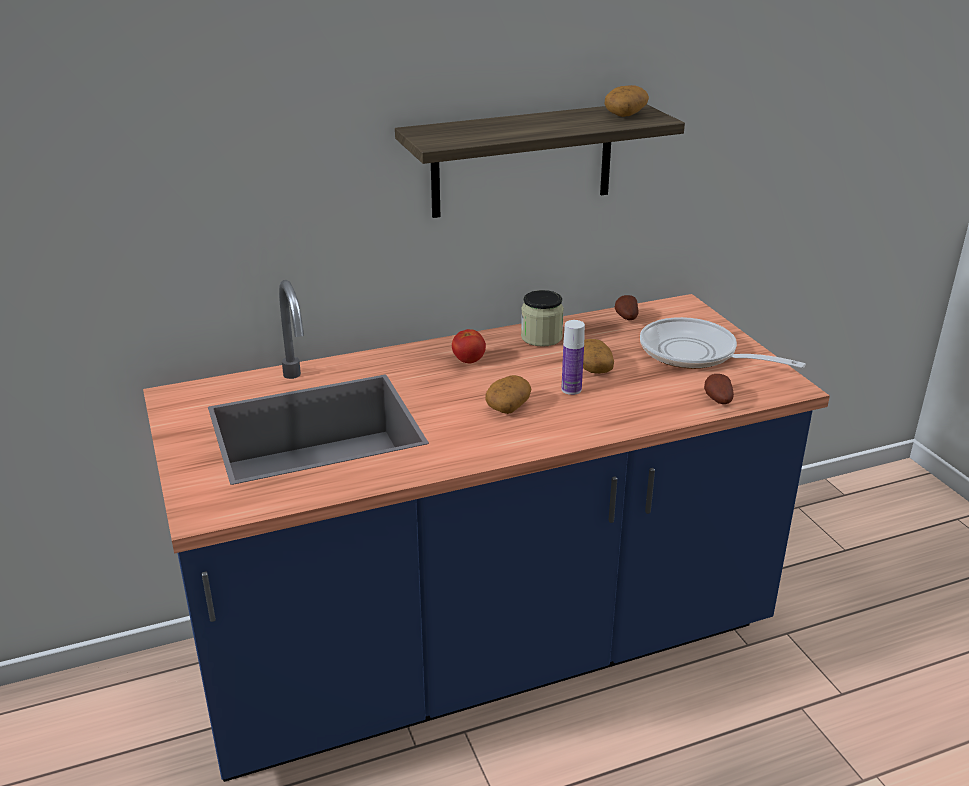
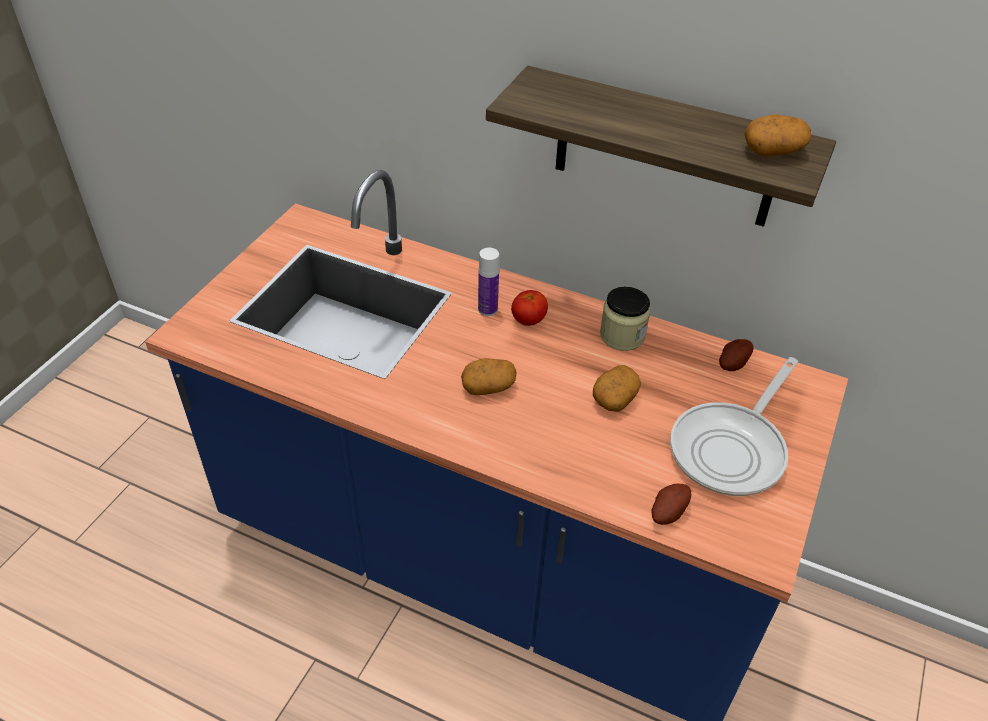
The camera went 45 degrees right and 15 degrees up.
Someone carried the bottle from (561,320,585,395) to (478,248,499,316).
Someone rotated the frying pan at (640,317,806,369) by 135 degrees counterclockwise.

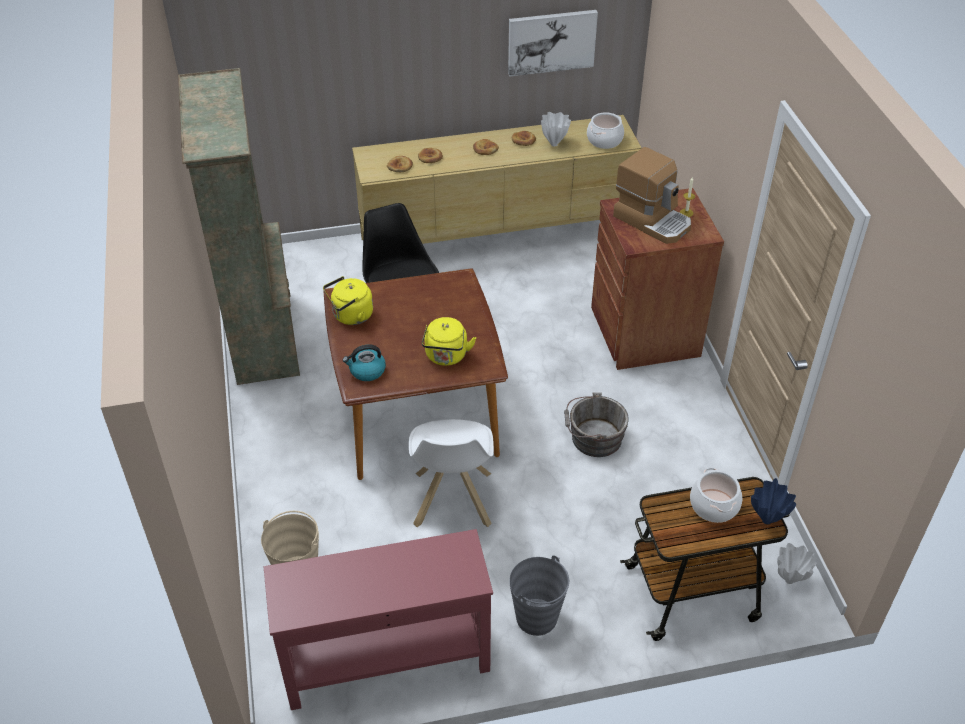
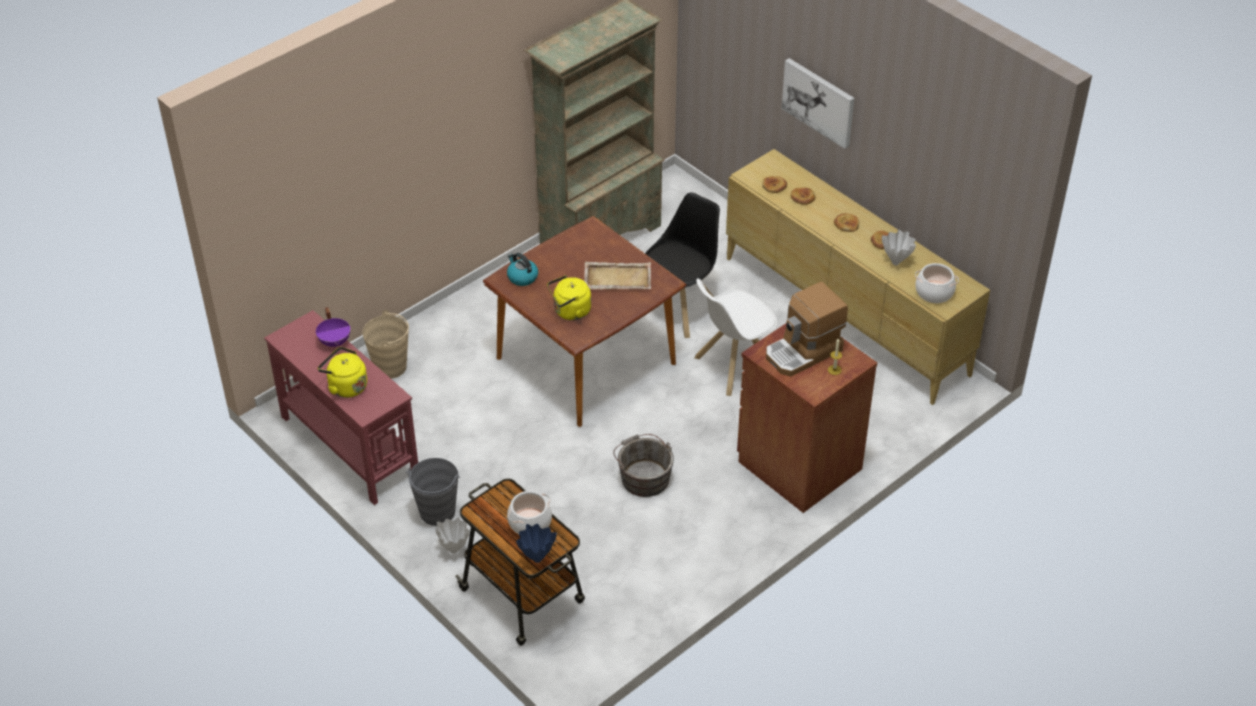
The camera went 60 degrees right and 0 degrees up.
Someone put down the cooking pot in purple at (316,307,351,348).
Someone carried the kettle in yellow from (323,276,373,325) to (318,347,367,398).
Someone carried the vase in white from (777,543,816,584) to (435,517,470,554).
Someone put down the tray in beige at (584,262,651,289).
Someone carried the chair in white from (409,419,494,527) to (694,278,777,396).
Someone rotated the coffee machine at (613,147,691,244) by 45 degrees clockwise.
Someone carried the picture from (508,10,598,77) to (782,58,855,149).

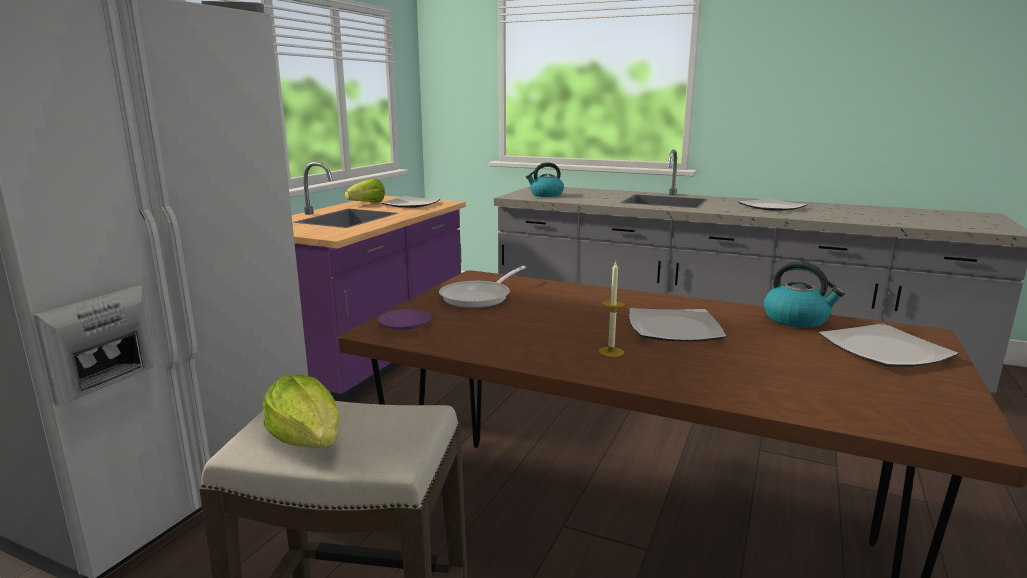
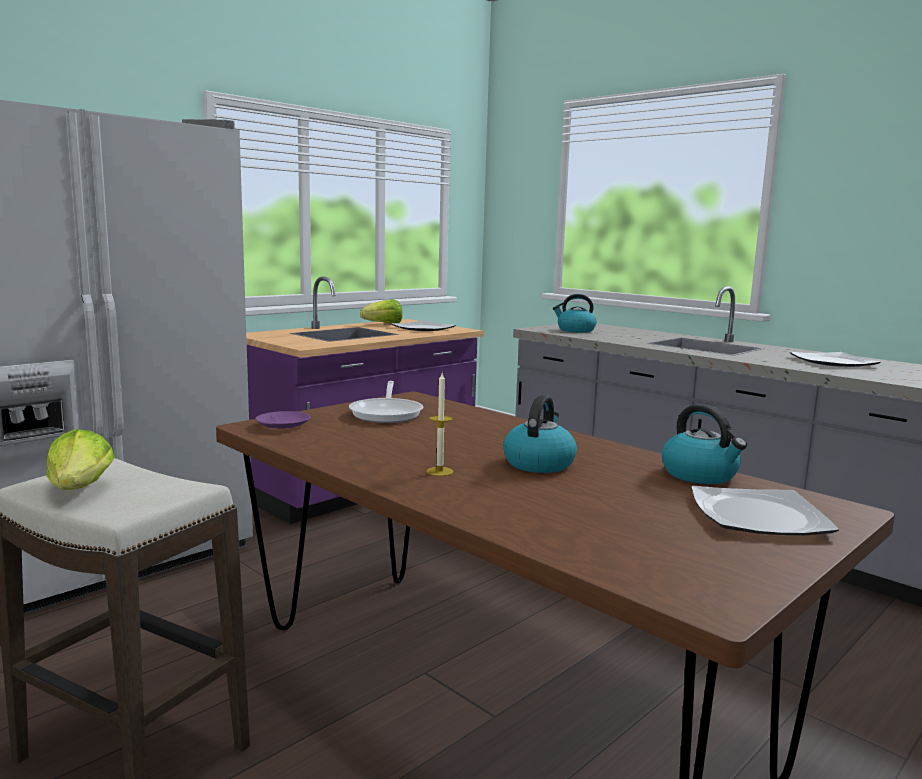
The camera went 20 degrees right and 5 degrees down.
Someone rotated the frying pan at (439,266,526,308) by 60 degrees counterclockwise.
Someone swapped the plate at (629,308,726,342) for the kettle at (503,395,577,473).

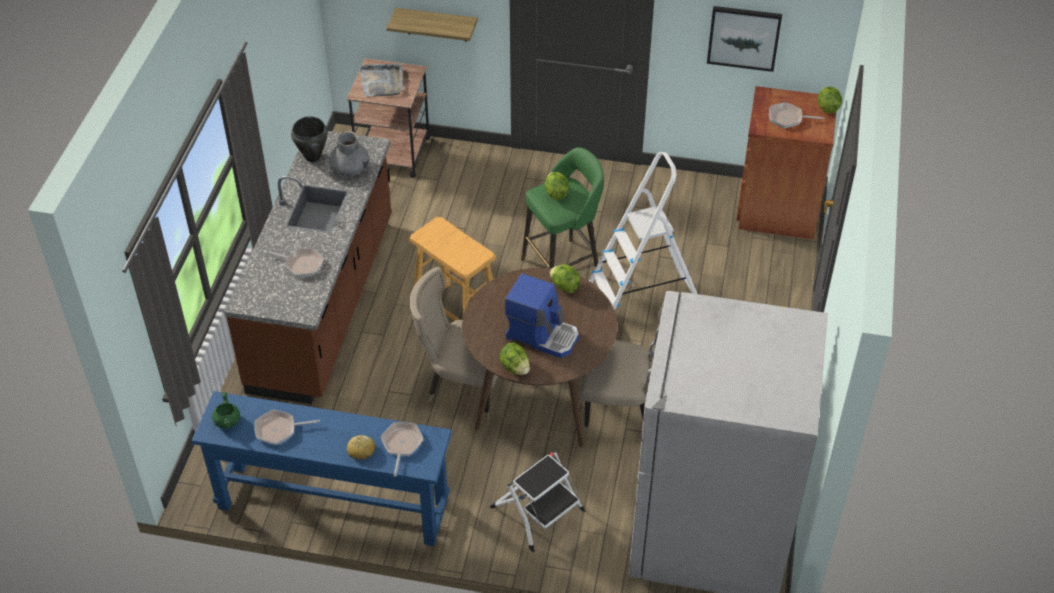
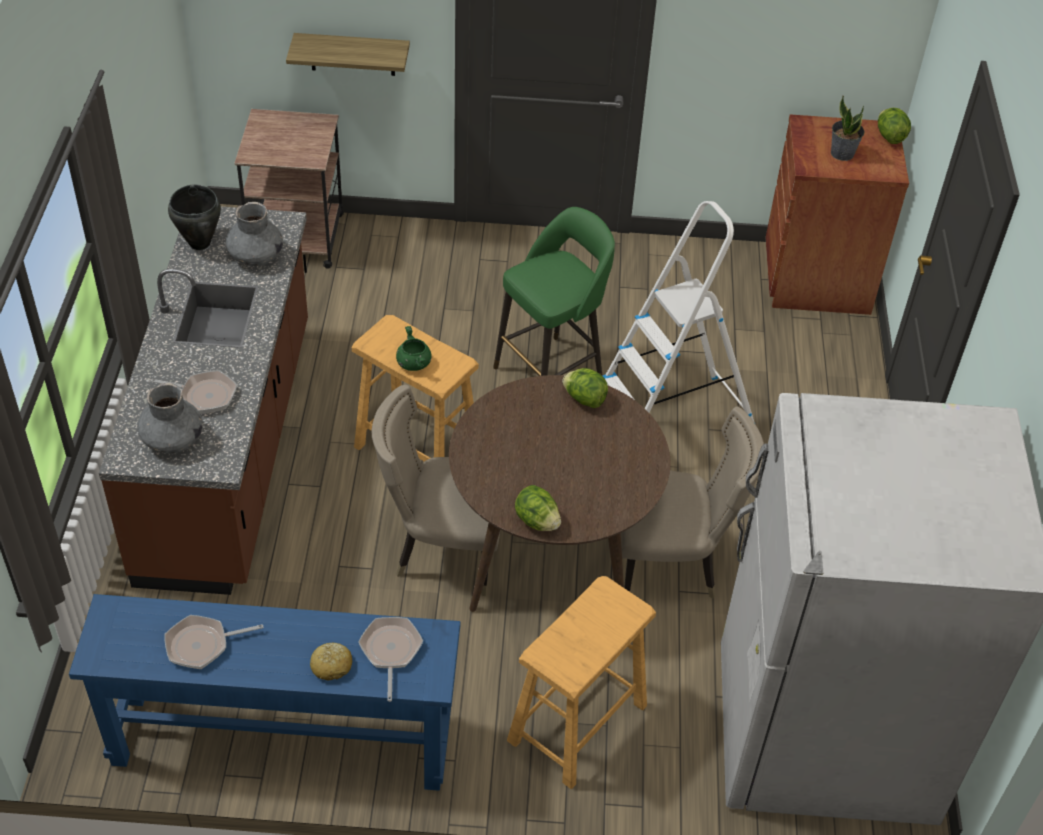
The camera went 10 degrees left and 0 degrees up.
Someone put down the vase in grey at (137,383,203,453).
Someone carried the cooking pot in green from (212,392,240,428) to (396,326,432,371).
Someone swapped the step ladder at (489,450,585,552) for the stool in beige at (507,576,656,789).
Someone swapped the frying pan at (769,102,824,128) for the potted plant at (831,95,865,161).
Someone took away the tray in grey at (360,64,403,97).
Someone took away the coffee machine at (505,273,579,358).
Someone took away the lettuce at (545,172,569,200).
Someone took away the picture at (707,6,782,72).

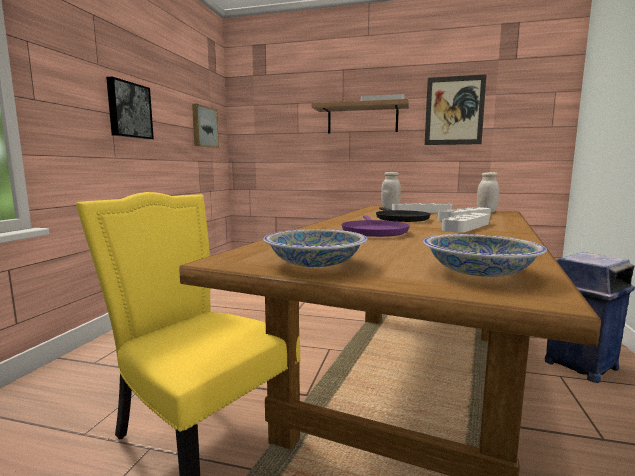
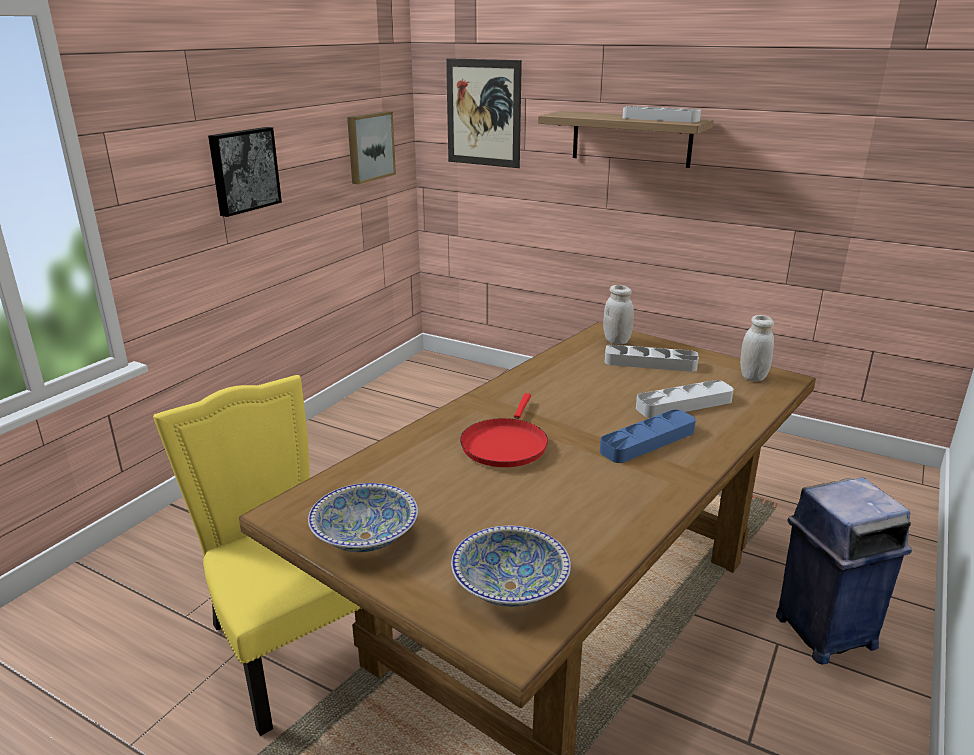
The camera went 15 degrees right and 15 degrees up.
Someone carried the picture from (425,74,487,145) to (446,58,522,168).
Someone repainted the frying pan in purple at (341,215,410,237), which became the frying pan in red at (460,393,548,467).
Someone repainted the tray in grey at (442,213,489,233), which became the tray in blue at (600,410,696,463).
Someone took away the frying pan in black at (376,207,431,222).

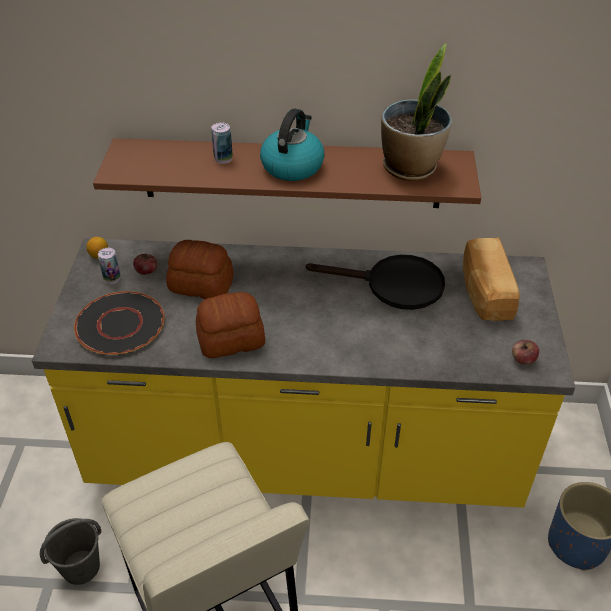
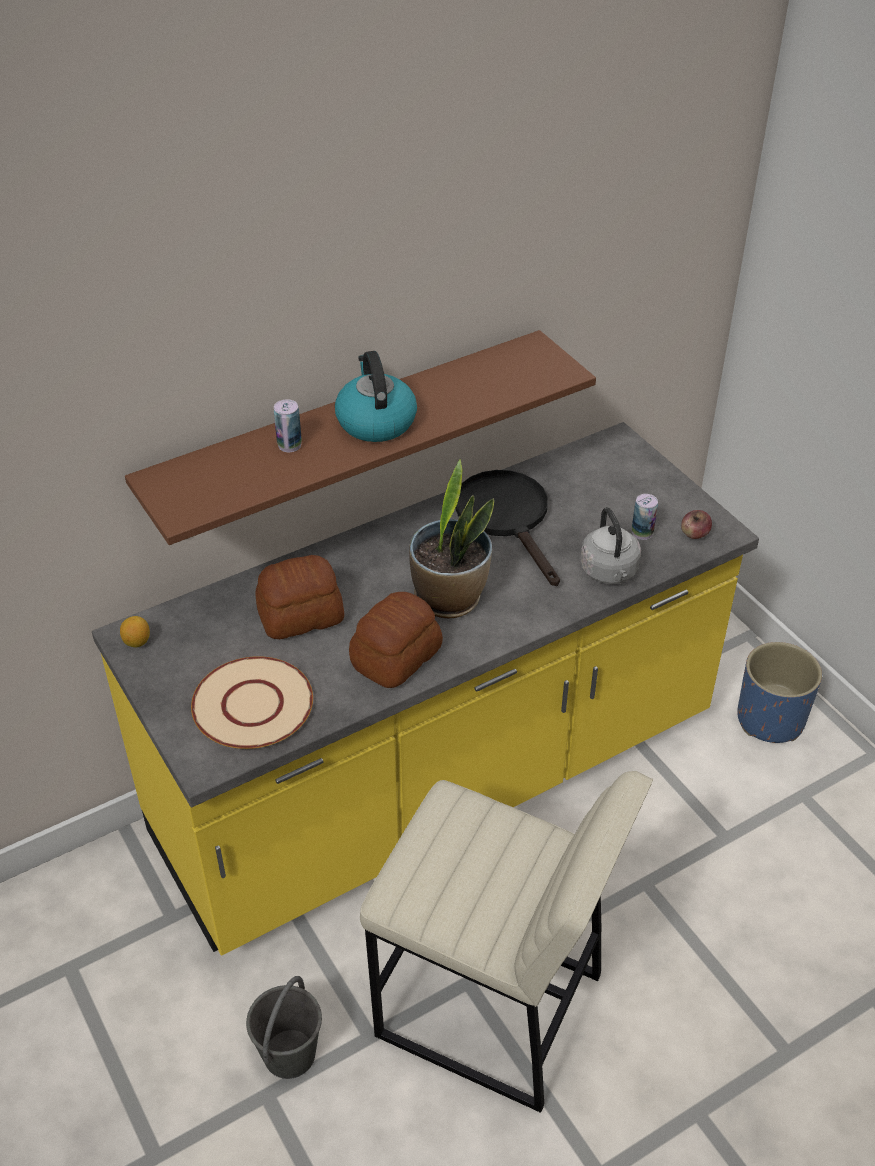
The camera went 35 degrees left and 0 degrees up.
Someone repainted the plate in black at (74,291,164,355), which became the plate in beige at (191,656,313,749).
Someone carried the potted plant from (381,43,452,181) to (409,460,494,618).
Someone rotated the frying pan in black at (306,255,445,310) by 90 degrees counterclockwise.
Someone put down the kettle in grey at (580,507,641,584).
Someone carried the can from (98,248,121,284) to (632,494,658,540).
Someone took away the apple at (133,253,157,275).
Someone took away the bread at (463,238,520,321).

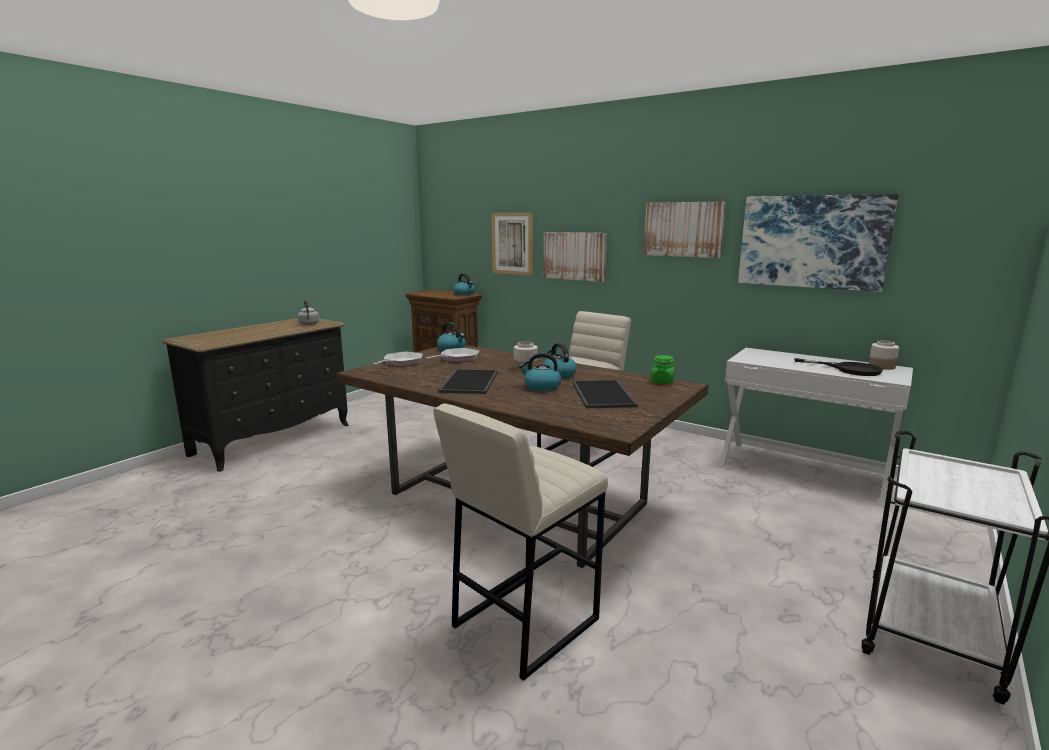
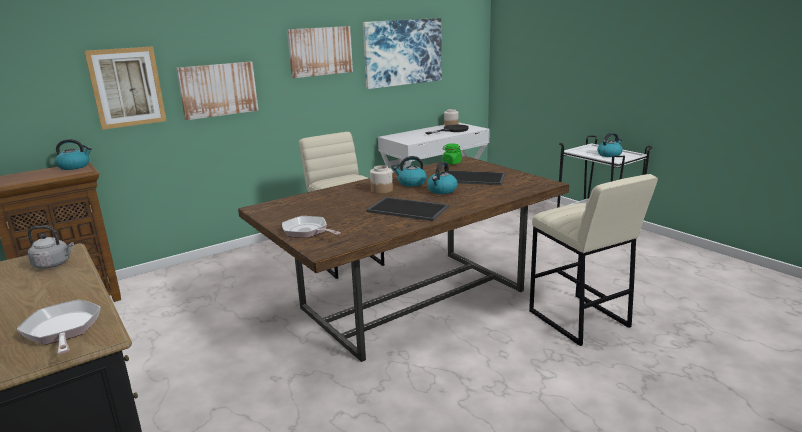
The camera went 70 degrees left and 5 degrees up.
Someone carried the frying pan from (425,348,479,362) to (17,299,101,354).
Someone carried the kettle from (437,322,466,351) to (597,133,623,157).

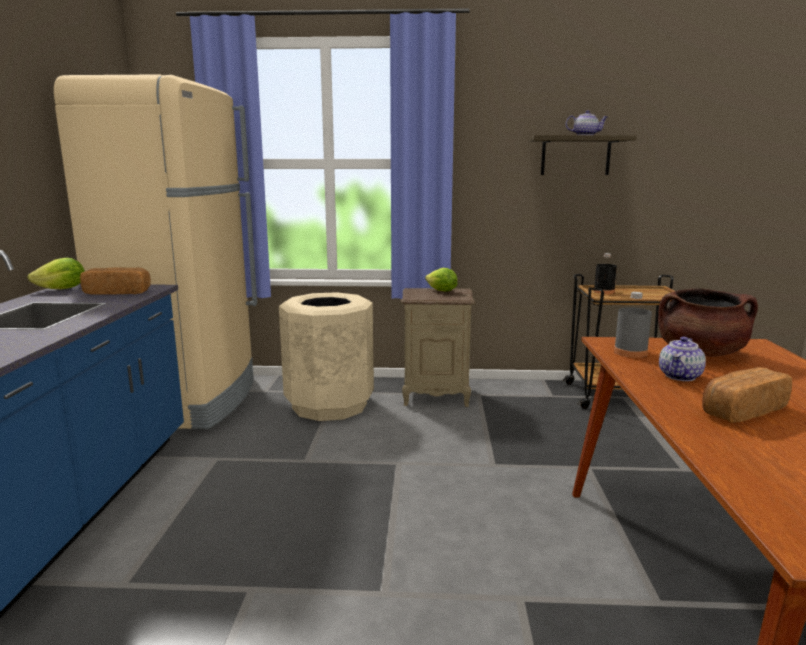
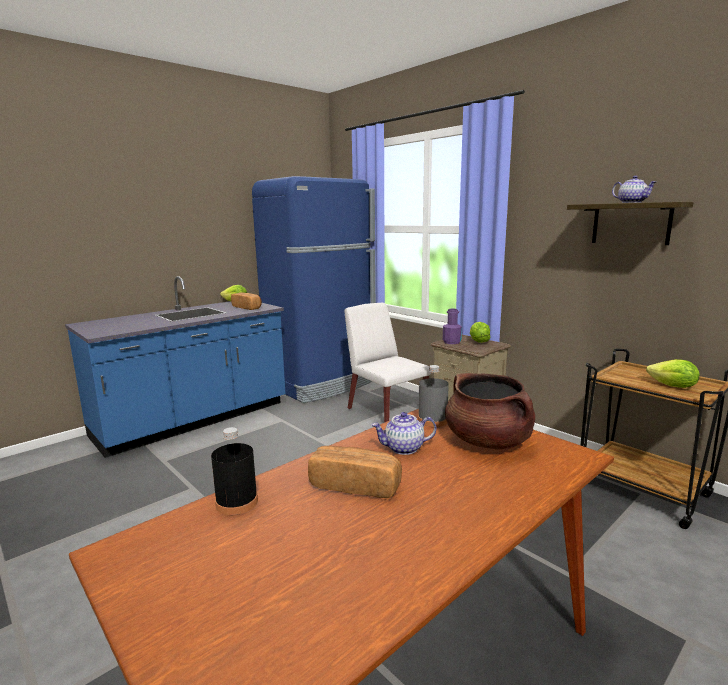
The camera went 45 degrees right and 0 degrees up.
Someone carried the bottle in black from (594,253,617,294) to (211,427,258,515).
Someone repainted the fridge in beige at (54,74,257,429), which became the fridge in blue at (252,176,376,403).
Someone swapped the trash can in beige at (279,292,374,421) for the chair in white at (345,303,431,423).
Someone put down the bottle in purple at (443,309,462,344).
Someone put down the lettuce at (646,359,700,388).

